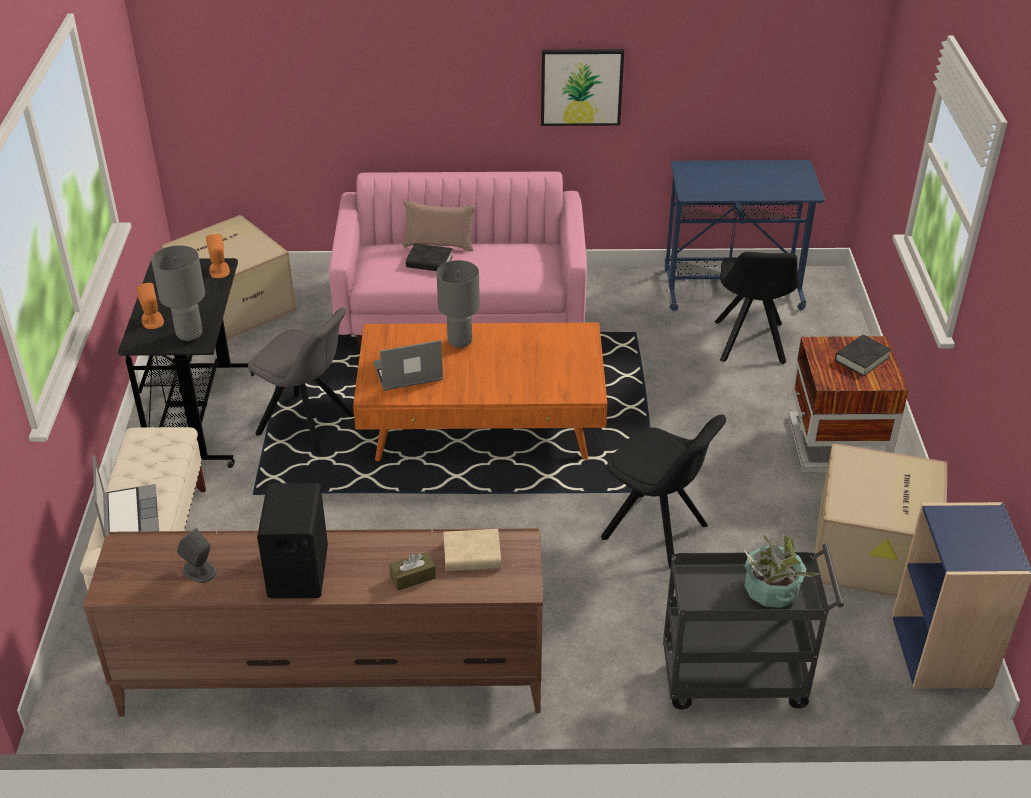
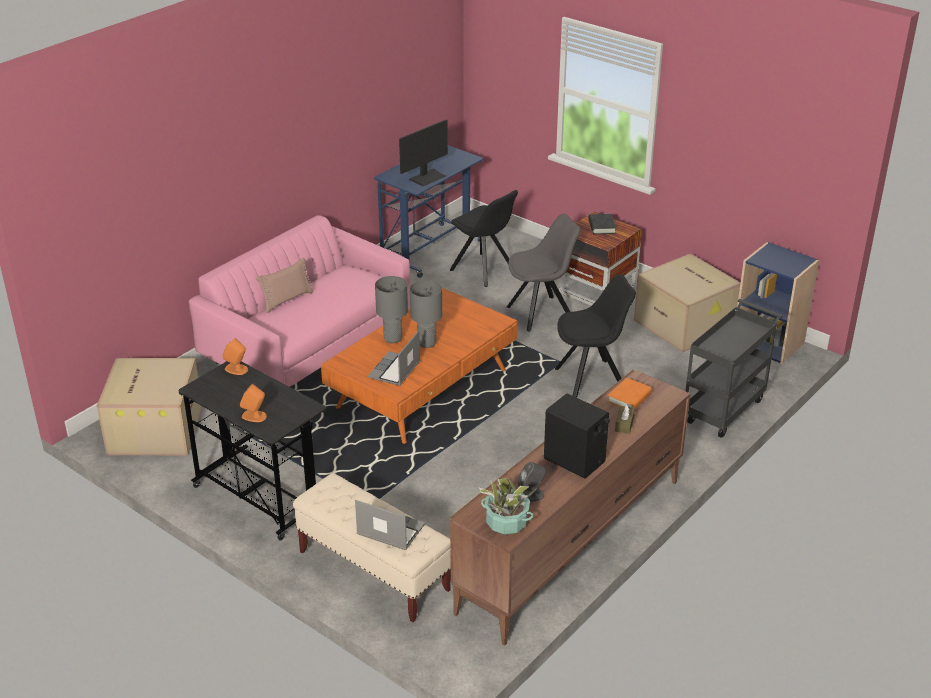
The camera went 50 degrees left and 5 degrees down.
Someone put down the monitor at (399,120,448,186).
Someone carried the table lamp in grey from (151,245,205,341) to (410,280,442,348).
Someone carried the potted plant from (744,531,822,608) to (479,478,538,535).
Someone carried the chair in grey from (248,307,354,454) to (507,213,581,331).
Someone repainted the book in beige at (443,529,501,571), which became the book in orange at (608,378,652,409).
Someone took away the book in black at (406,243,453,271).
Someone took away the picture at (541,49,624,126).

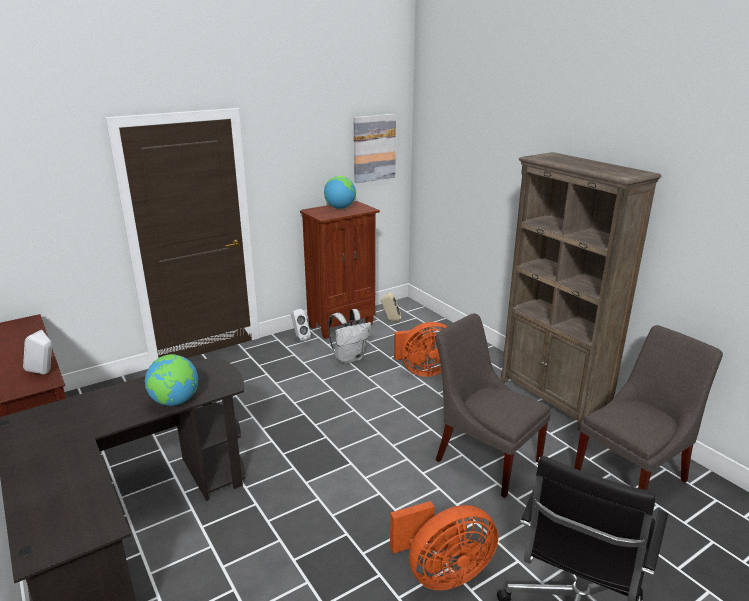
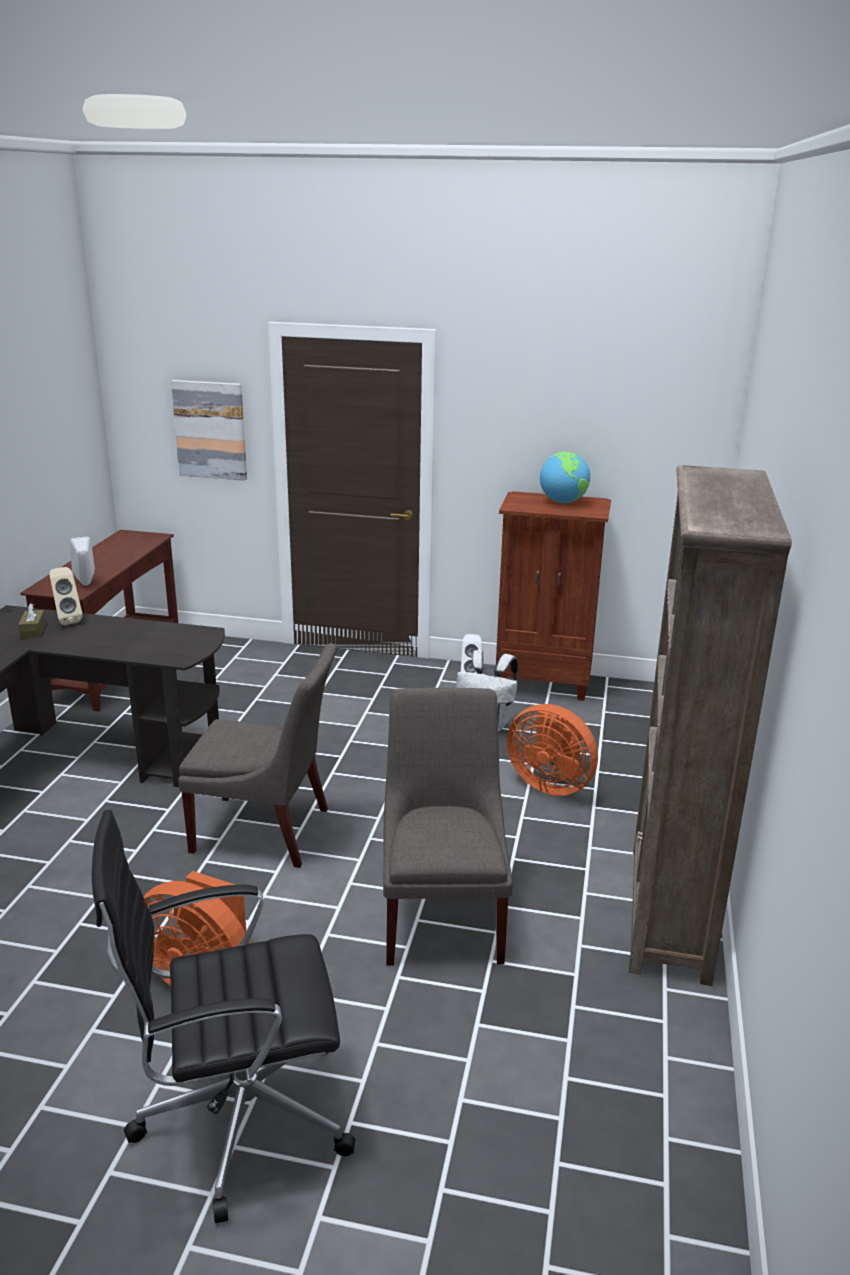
The camera went 45 degrees right and 0 degrees up.
Someone put down the tissue box in brown at (18,603,46,638).
Someone carried the speaker in beige from (381,292,401,321) to (50,567,83,625).
Someone carried the picture from (354,114,396,183) to (171,380,247,481).
Someone carried the chair in grey from (574,325,723,490) to (178,643,337,868).
Someone took away the globe at (145,354,198,406).

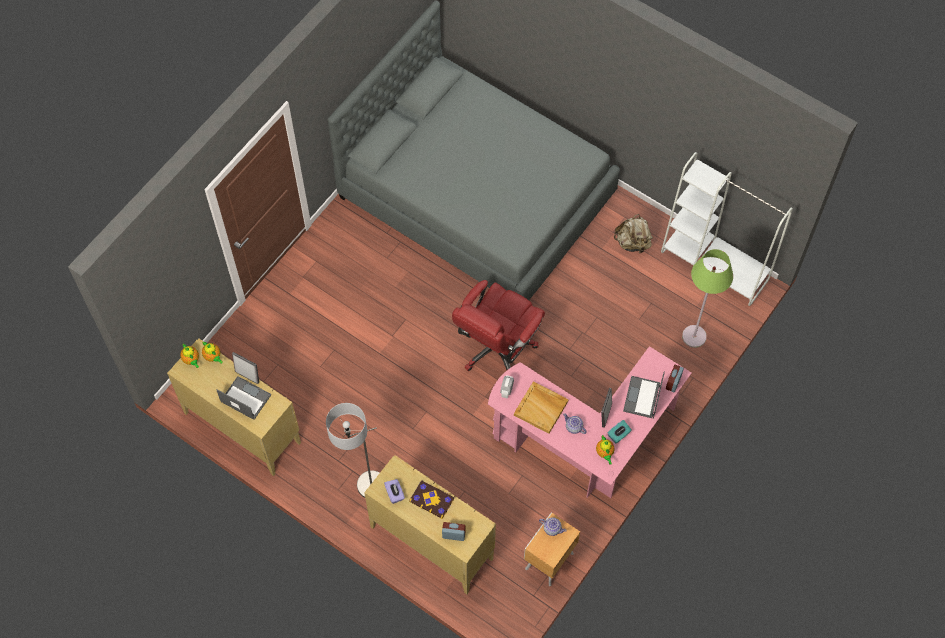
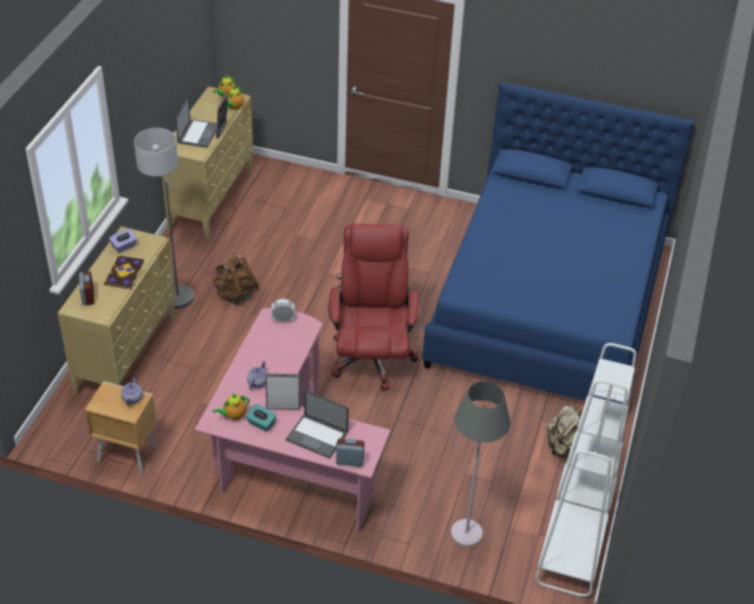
The camera went 70 degrees right and 20 degrees down.
Someone put down the backpack in brown at (212,255,259,306).
Someone rotated the laptop at (623,371,665,419) by 150 degrees counterclockwise.
Someone rotated the office chair in red at (452,280,545,371) by 75 degrees clockwise.
Someone repainted the bed in grey at (328,1,620,300), which became the bed in blue at (423,82,694,404).
Someone repainted the floor lamp in green at (682,249,733,348), which became the floor lamp in grey at (451,381,510,547).
Someone took away the tray in beige at (514,381,569,434).

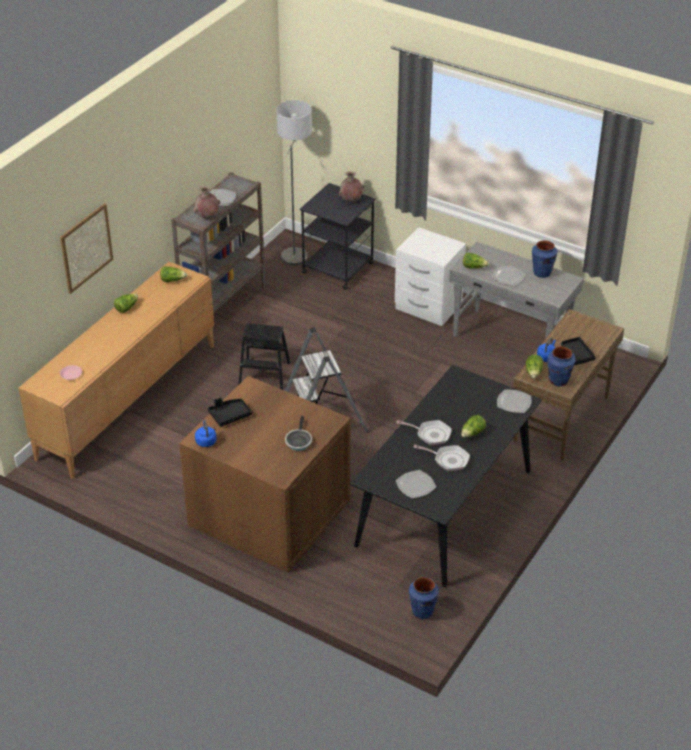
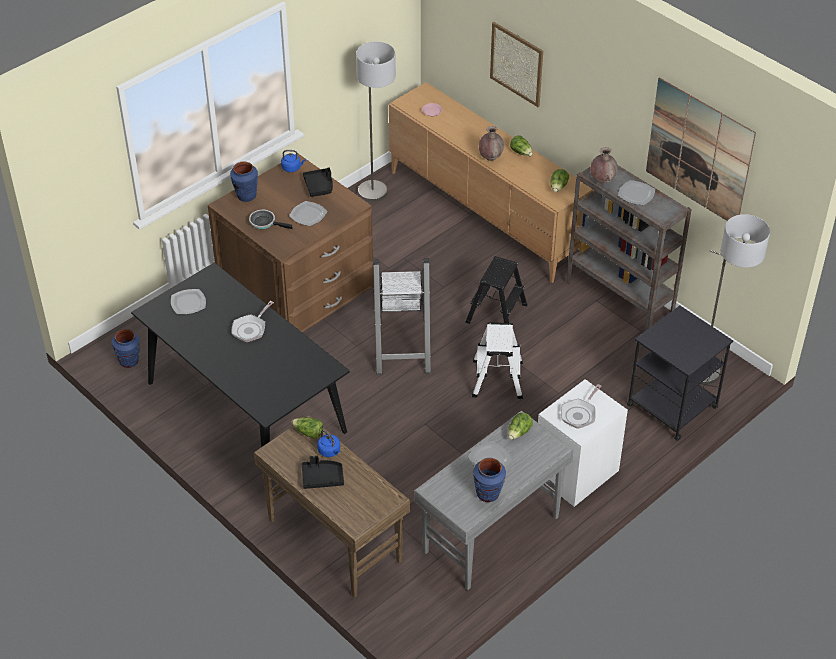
The camera went 105 degrees right and 5 degrees up.
Someone carried the vase in blue from (547,346,576,386) to (230,162,258,202).
Someone carried the plate from (497,390,532,413) to (289,201,327,226).
Someone put down the floor lamp in grey at (356,42,396,202).
Someone put down the step ladder in white at (472,322,523,399).
Someone carried the vase in brown from (339,171,364,203) to (479,126,504,161).
Someone carried the frying pan from (414,445,470,471) to (561,384,601,429).
Someone put up the picture at (646,77,756,221).
Someone took away the lettuce at (461,415,486,437).

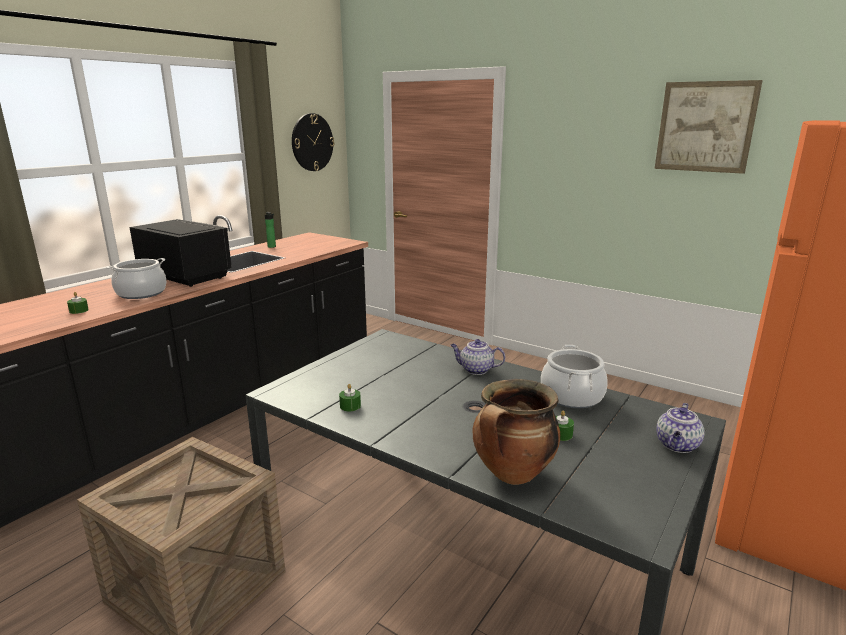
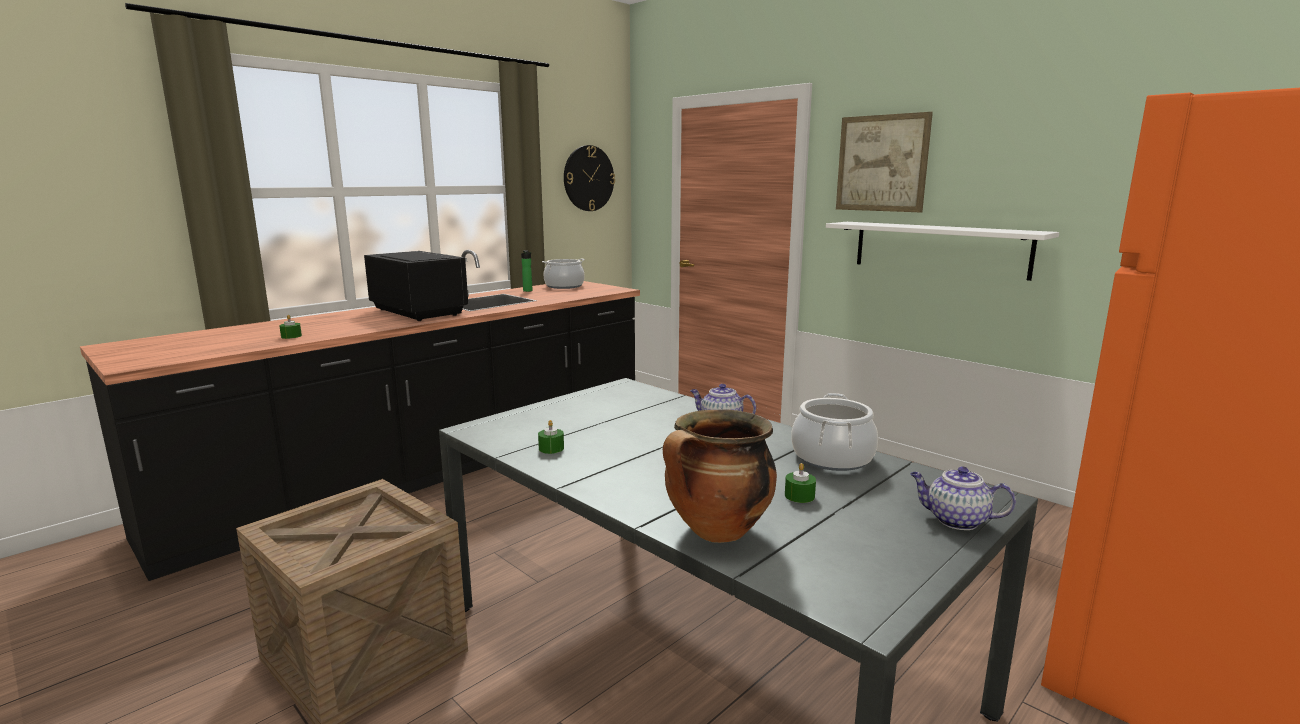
The camera went 10 degrees right and 5 degrees down.
Someone carried the cooking pot from (106,258,166,299) to (542,259,585,289).
Someone put up the shelf in white at (826,222,1059,281).
Someone carried the picture from (655,80,763,174) to (836,112,933,212).
Someone rotated the teapot at (656,403,704,453) by 75 degrees clockwise.

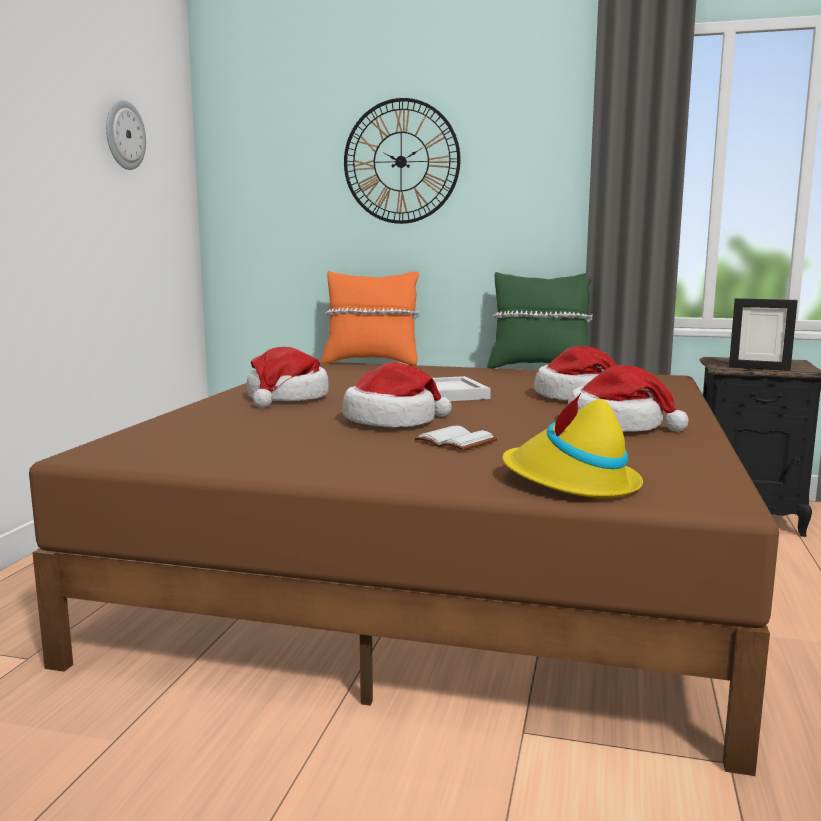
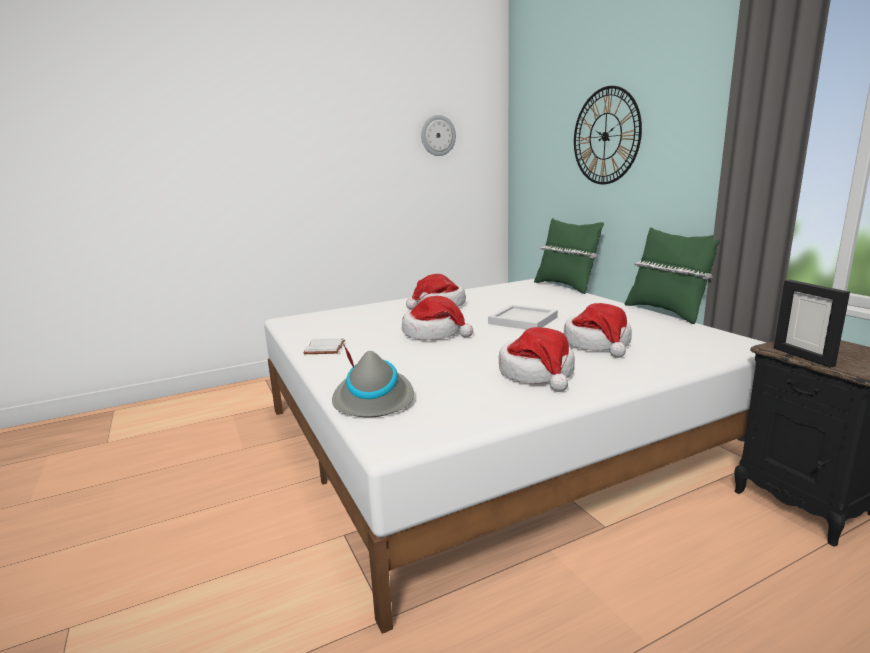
The camera went 50 degrees right and 5 degrees up.
Someone repainted the bed in brown at (29,362,779,776), which became the bed in white at (264,279,767,634).
Someone carried the book in white from (414,426,498,451) to (303,339,345,354).
Someone repainted the hat in yellow at (502,393,643,498), which became the hat in grey at (332,344,414,418).
Someone repainted the pillow in orange at (321,271,419,366), which became the pillow in green at (534,218,604,294).

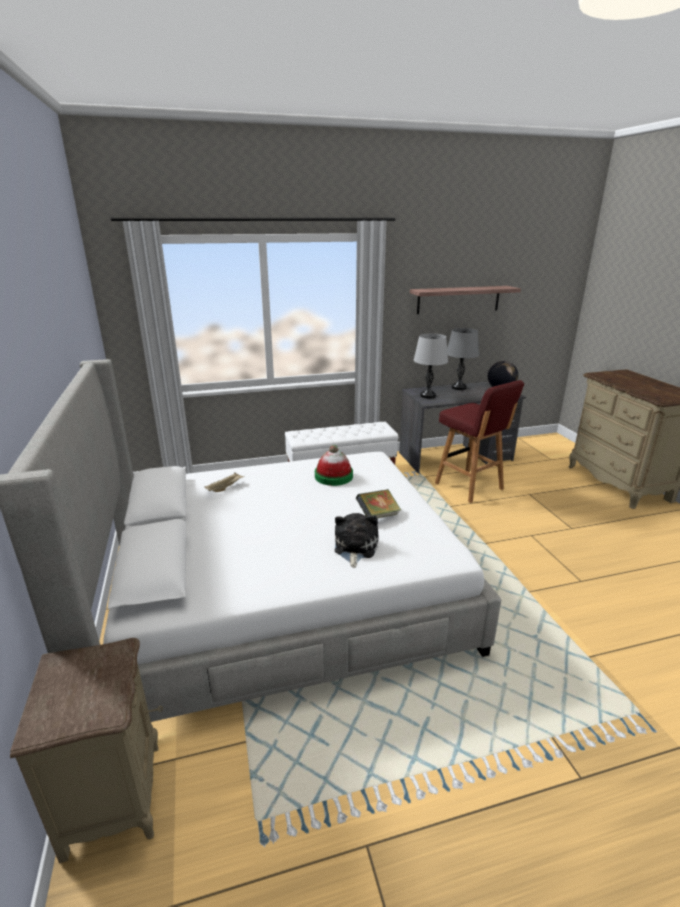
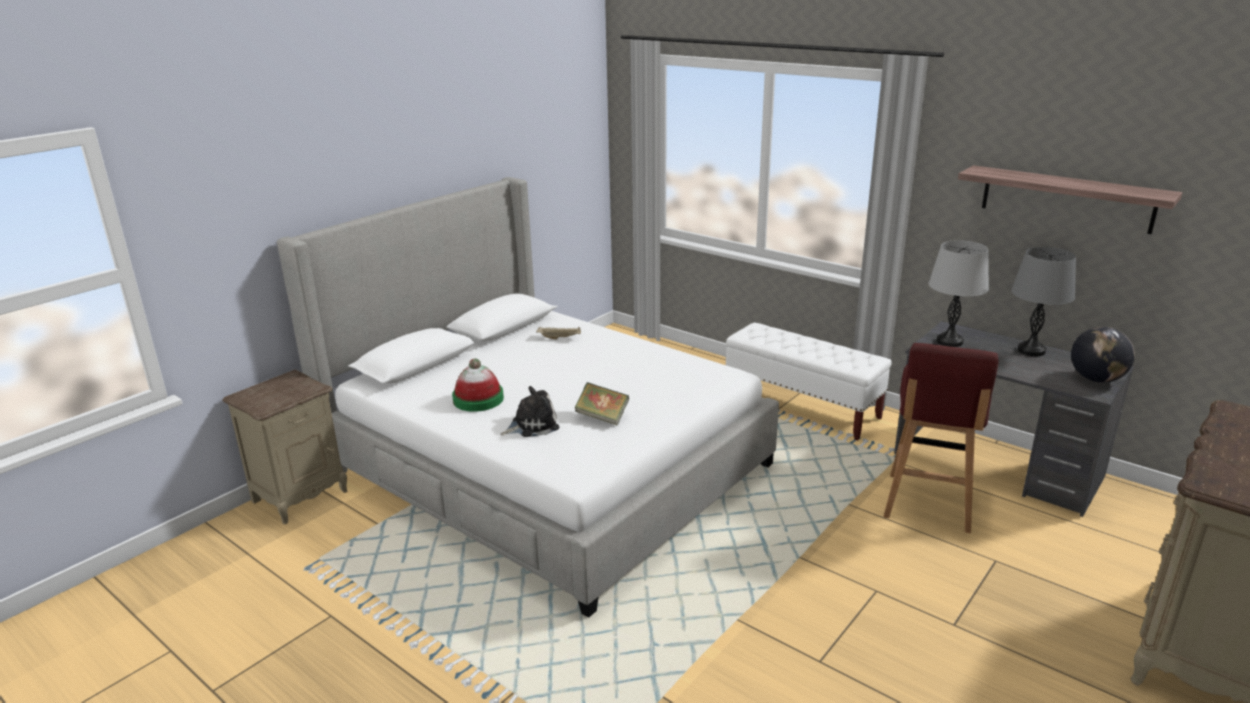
The camera went 55 degrees right and 0 degrees up.
Someone carried the hat from (315,445,353,486) to (452,358,504,412).

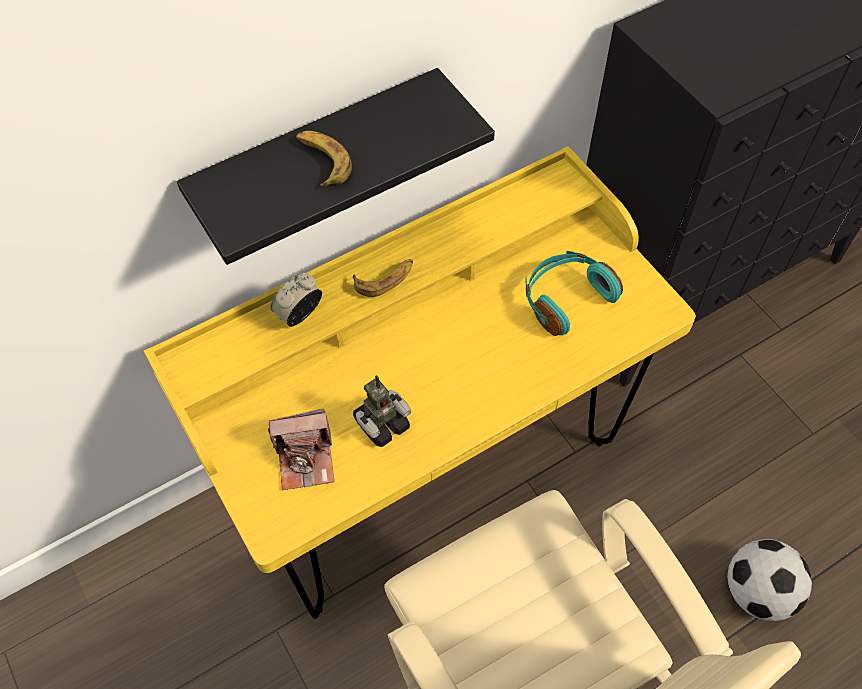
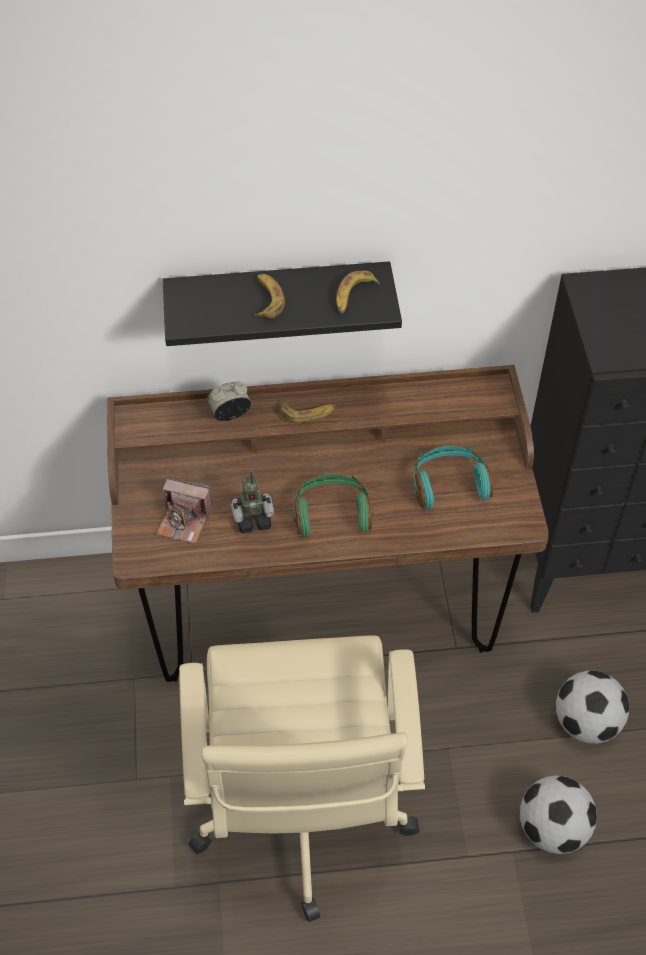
The camera went 25 degrees right and 5 degrees down.
Someone repainted the desk in yellow at (144,146,696,619), which became the desk in brown at (107,365,549,682).
Someone put down the headphones in green at (293,474,374,537).
Someone put down the banana at (336,270,380,314).
Someone put down the football at (556,671,629,744).

